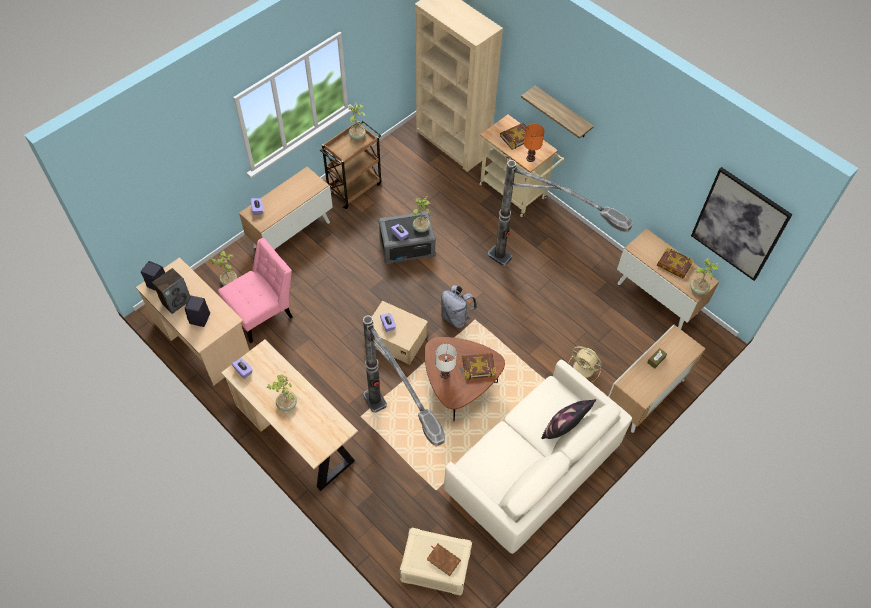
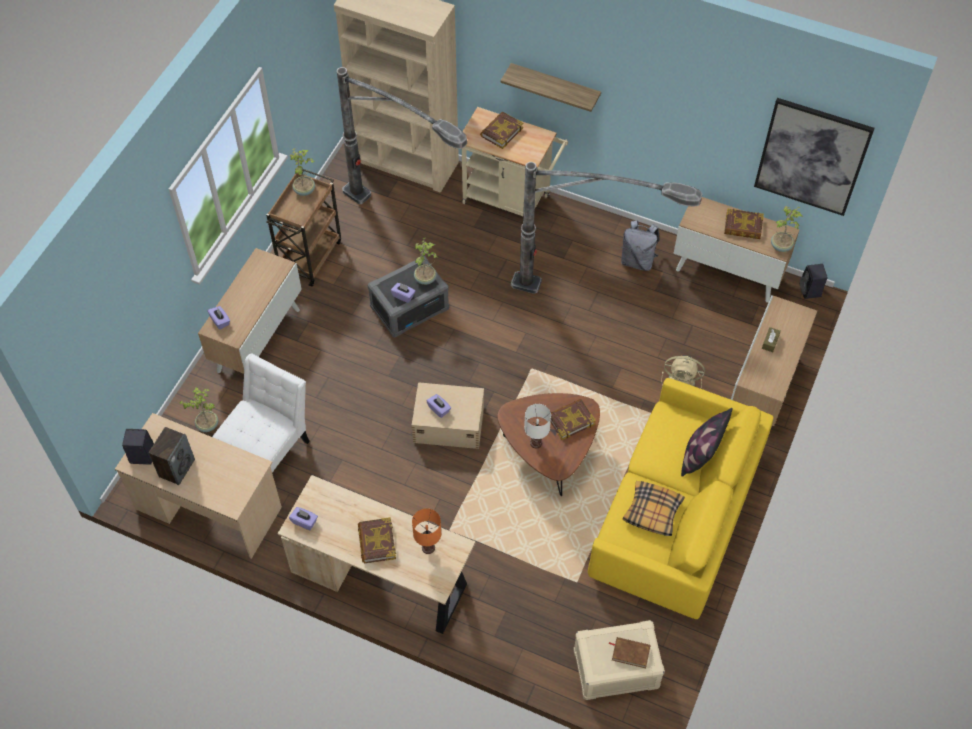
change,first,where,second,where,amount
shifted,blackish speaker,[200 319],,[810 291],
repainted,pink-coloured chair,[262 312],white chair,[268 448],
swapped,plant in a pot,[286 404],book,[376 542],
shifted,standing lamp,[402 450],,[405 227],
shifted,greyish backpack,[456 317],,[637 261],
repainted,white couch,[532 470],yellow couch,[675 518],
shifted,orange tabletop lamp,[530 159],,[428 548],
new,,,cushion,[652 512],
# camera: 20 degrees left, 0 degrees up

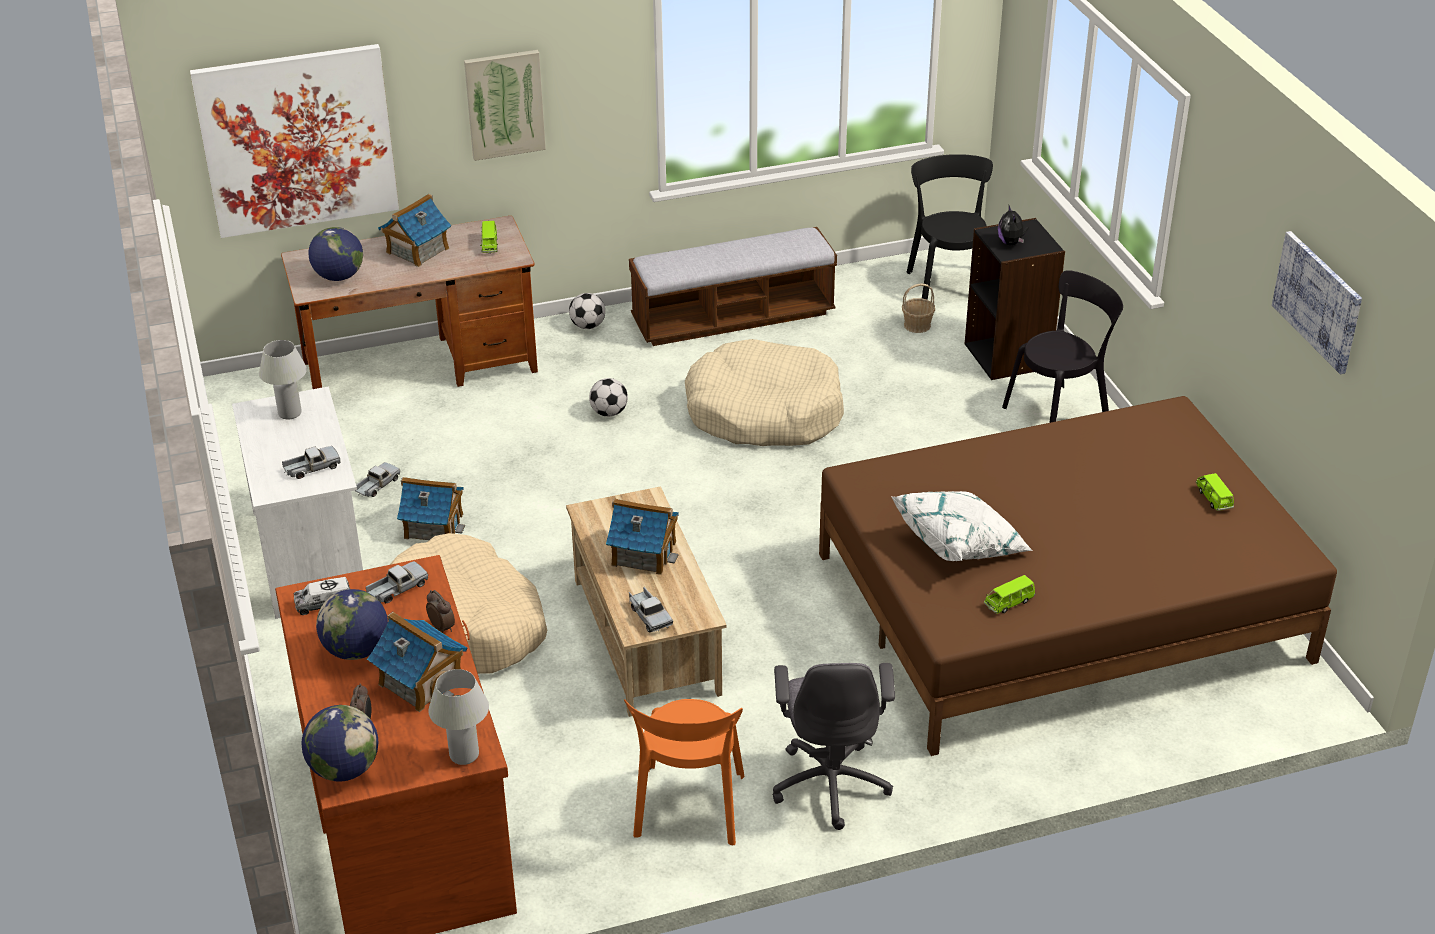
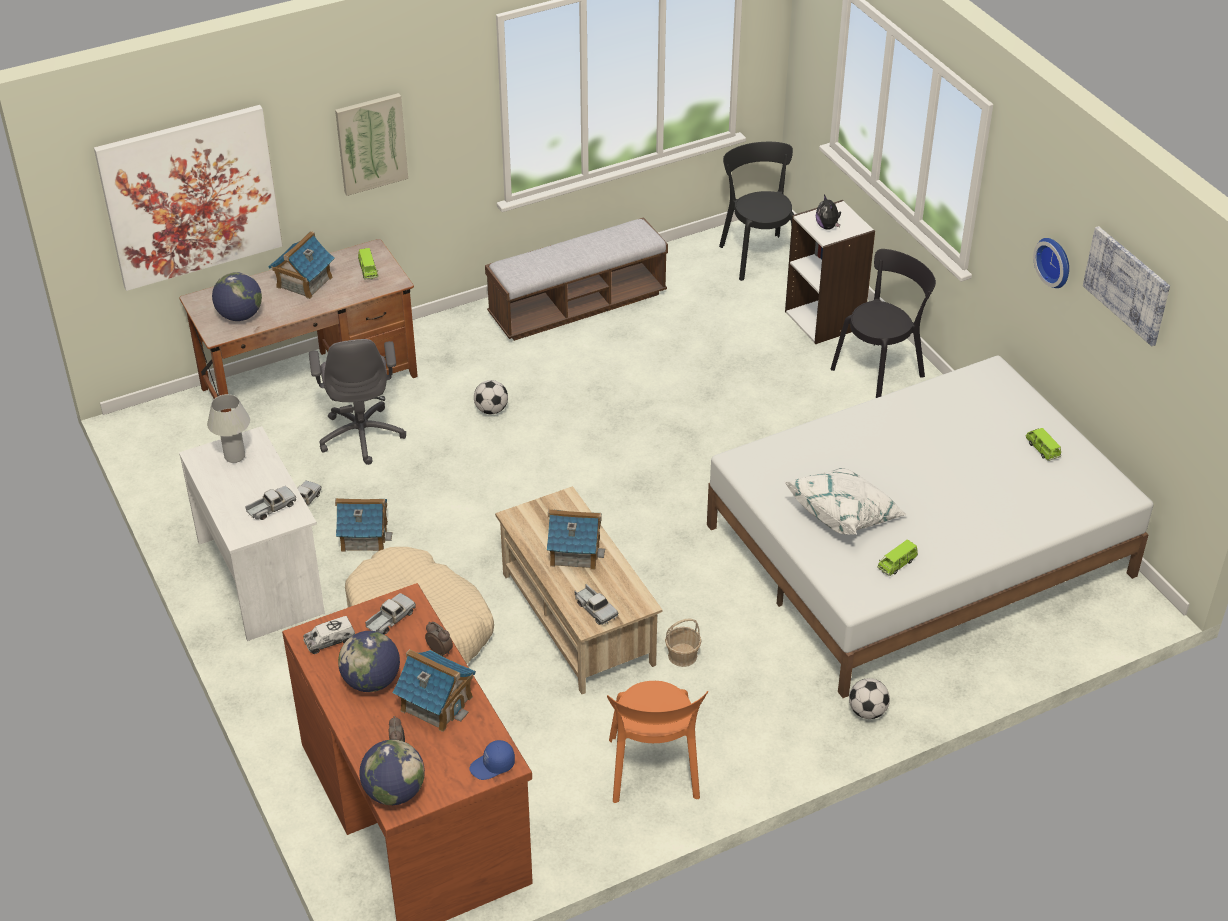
change,first,where,second,where,amount
swapped,white tabletop lamp,[464 755],bluish cap,[492 766],
shifted,football,[588 326],,[867 711],
gone,beige-coloured dog cushion,[764 412],,,
shifted,greyish desk chair,[831 783],,[362 435],
repainted,brown sleeping bed,[1060 607],white sleeping bed,[919 551],
shifted,household basket,[917 325],,[683 655],
repainted,blackish bookcase,[1008 356],white bookcase,[825 319],
new,,,clock on the wall,[1055 261],
# camera: 10 degrees left, 5 degrees up

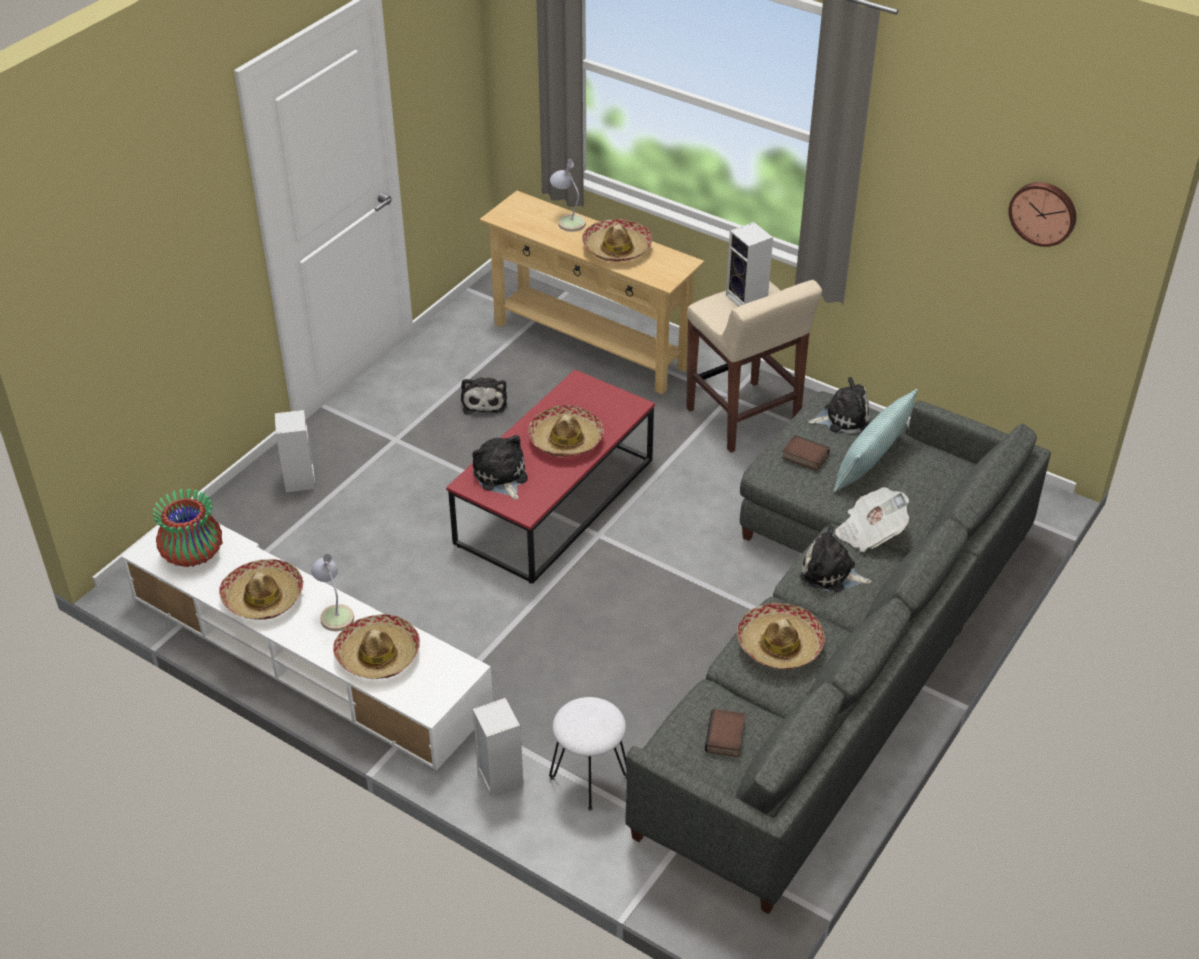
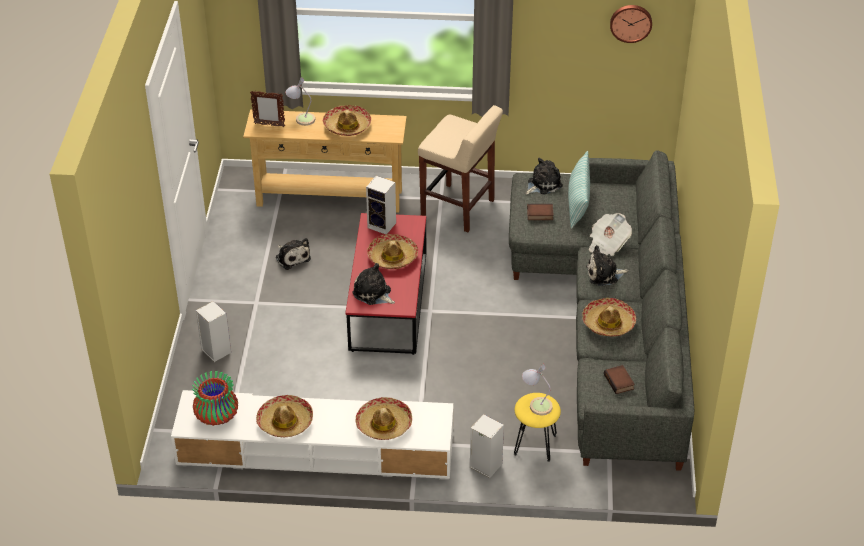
change,first,where,second,where,amount
shifted,tabletop lamp,[334 613],,[536 404],
repainted,white stool seat,[589 778],yellow stool seat,[535 445],
shifted,speaker,[748 299],,[383 225],
new,,,photo frame,[269 125],
# camera: 30 degrees left, 0 degrees up

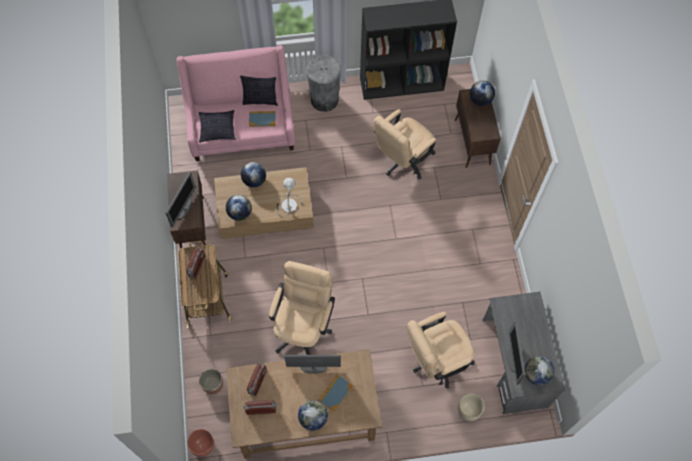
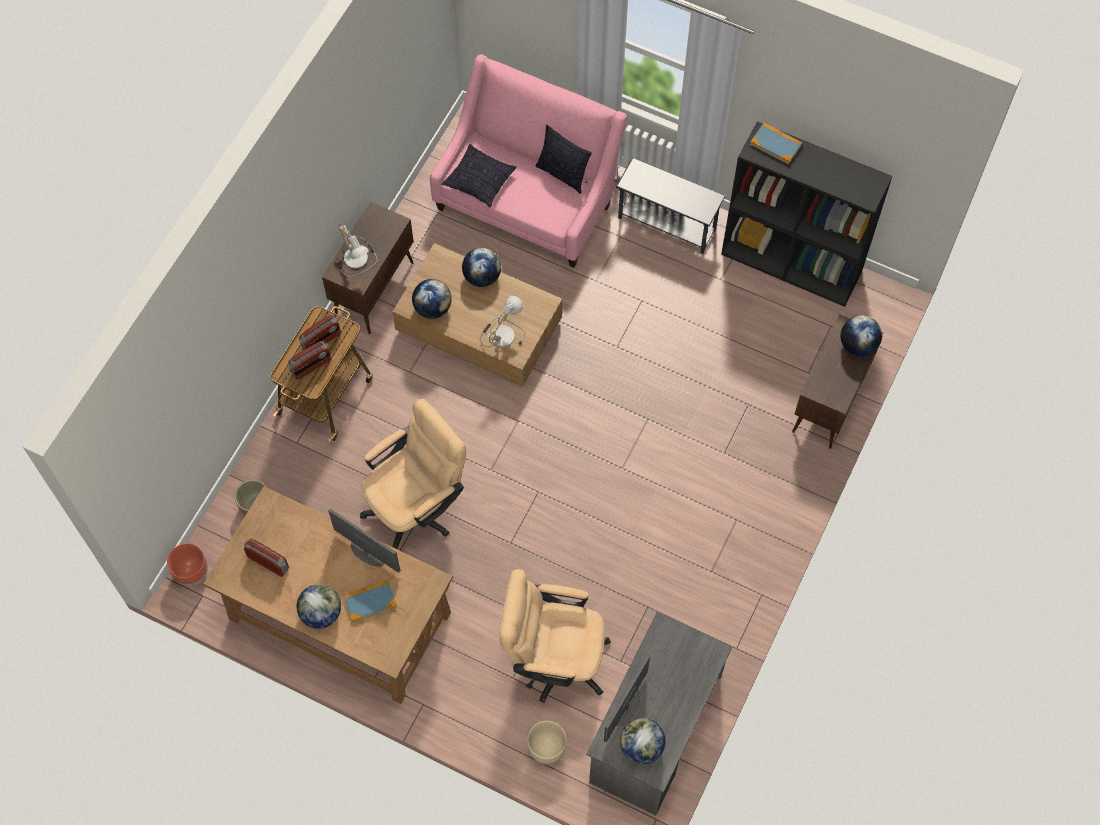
change,first,where,second,where,amount
swapped,computer screen,[183 208],tabletop lamp,[359 258],
shifted,radio,[258 382],,[311 366],
shifted,book,[262 119],,[775 144],
swapped,greyish rubbish bin,[324 99],greyish side table,[667 224],
gone,beige-coloured desk chair,[402 161],,,
# camera: 35 degrees right, 0 degrees up

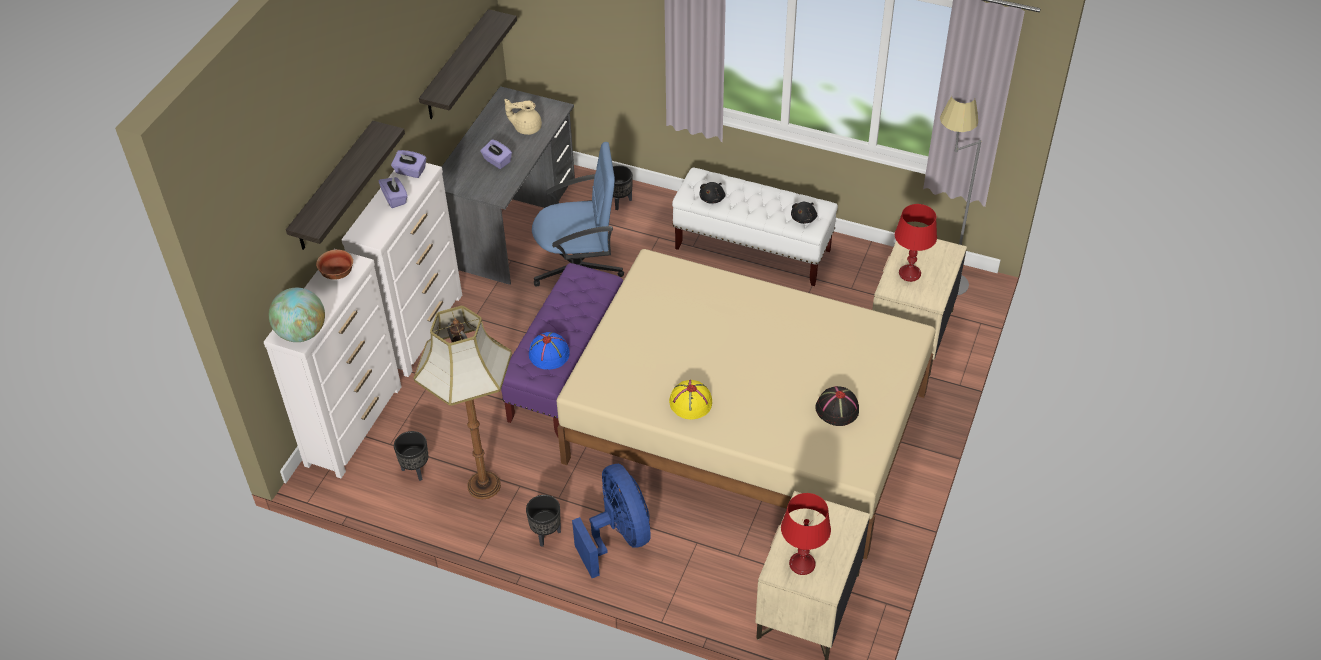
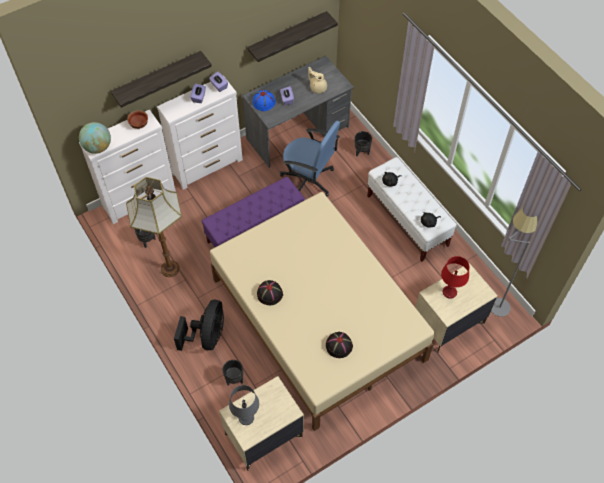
change,first,where,second,where,amount
shifted,blackish planter,[546 534],,[234 380],
shifted,bluish hat,[549 353],,[264 102],
repainted,bluish electric fan,[618 536],blackish electric fan,[207 336],
repainted,yellow hat,[690 402],blackish hat,[269 293],
repainted,red-coloured tabletop lamp,[802 564],greyish tabletop lamp,[246 417],
# camera: 35 degrees right, 10 degrees up

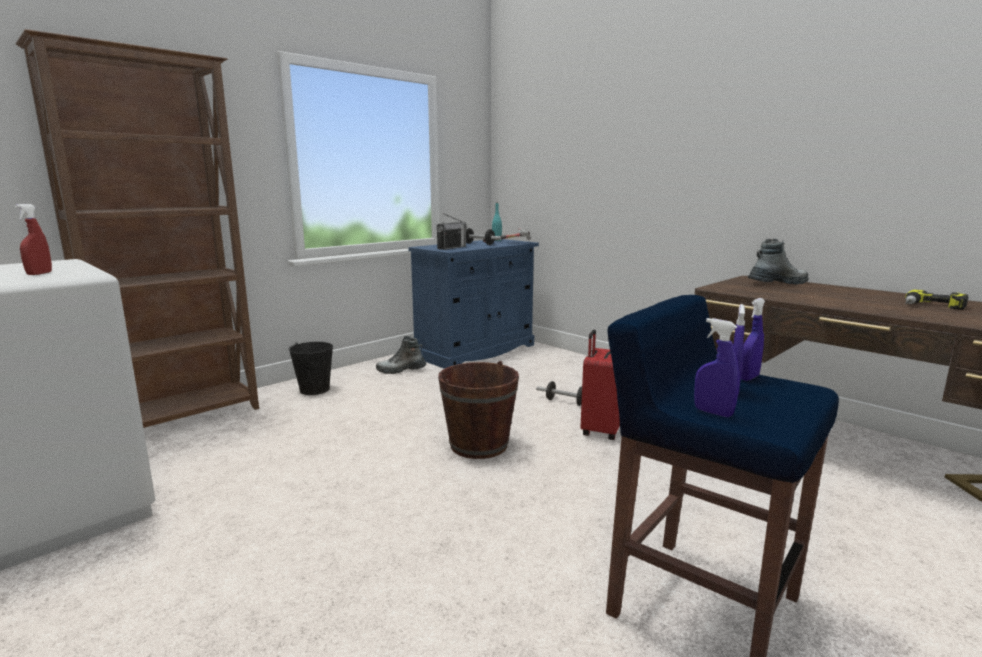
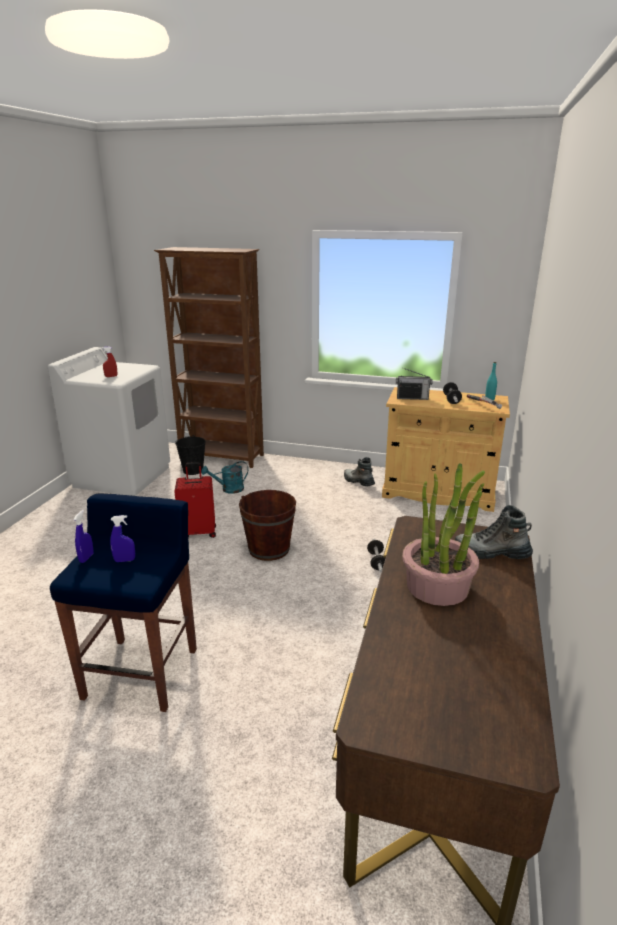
change,first,where,second,where,amount
shifted,blackish bucket,[314 389],,[193 470],
repainted,bluish cupboard,[476 351],beige-coloured cupboard,[438 493],
shifted,red-coloured piece of luggage,[600 430],,[198 532],
gone,bluish sprayer,[749 377],,,
rotated,tall boot,[777 283],,[491 553],150 degrees clockwise
gone,electric drill,[932 307],,,
new,,,turquoise-coloured sprinkling can,[228 489],
new,,,plant in a pot,[438 586],
# camera: 60 degrees right, 10 degrees up

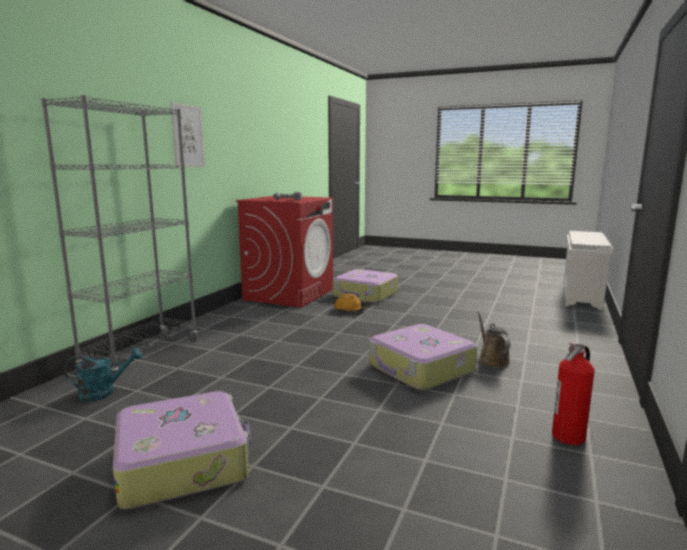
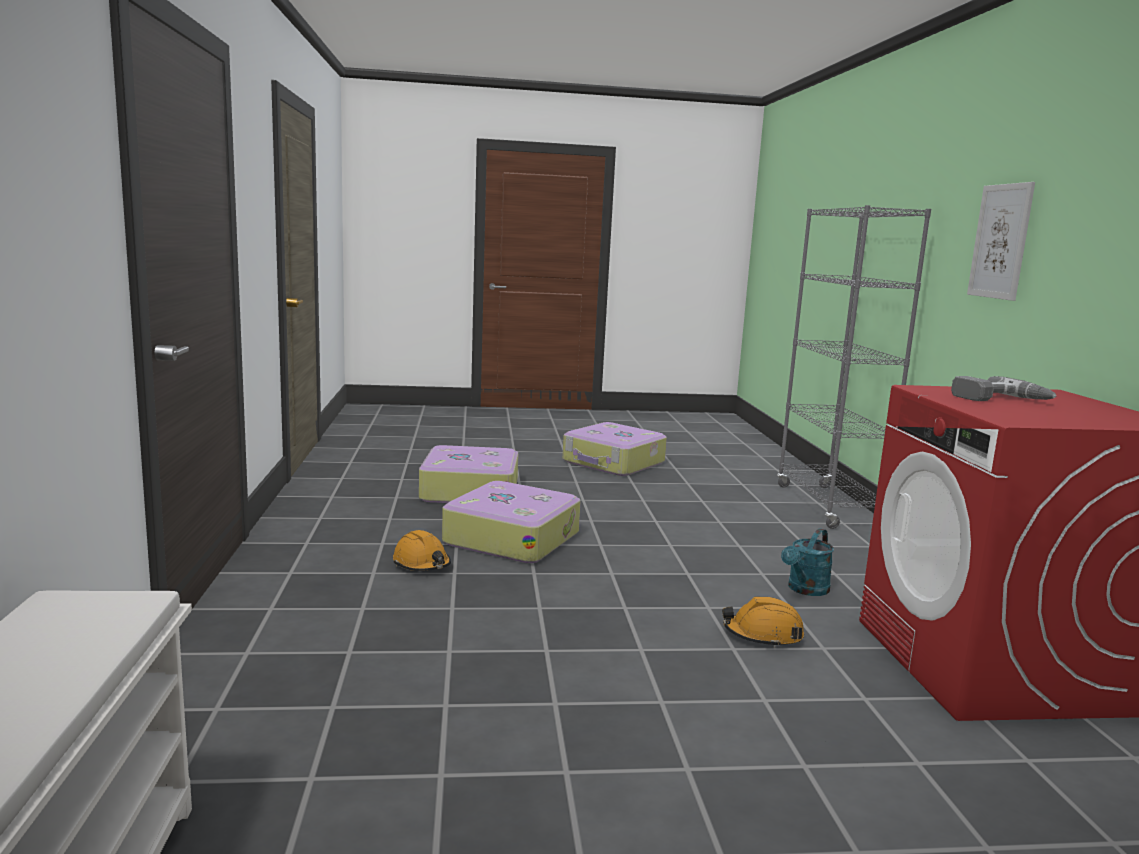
change,first,where,second,where,amount
shifted,turquoise-coloured sprinkling can,[104 392],,[805 590],
shifted,piece of luggage,[365 295],,[469 490],
swapped,brown sprinkling can,[492 360],orange safety helmet,[422 564],
gone,extinguisher,[569 437],,,
# camera: 150 degrees right, 0 degrees up

